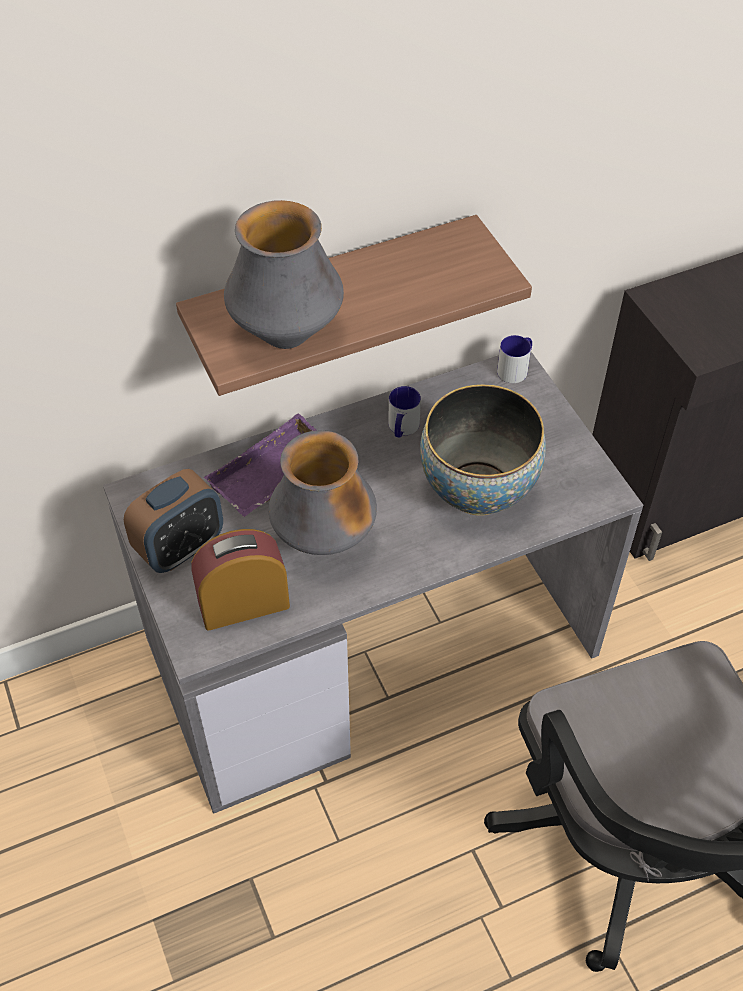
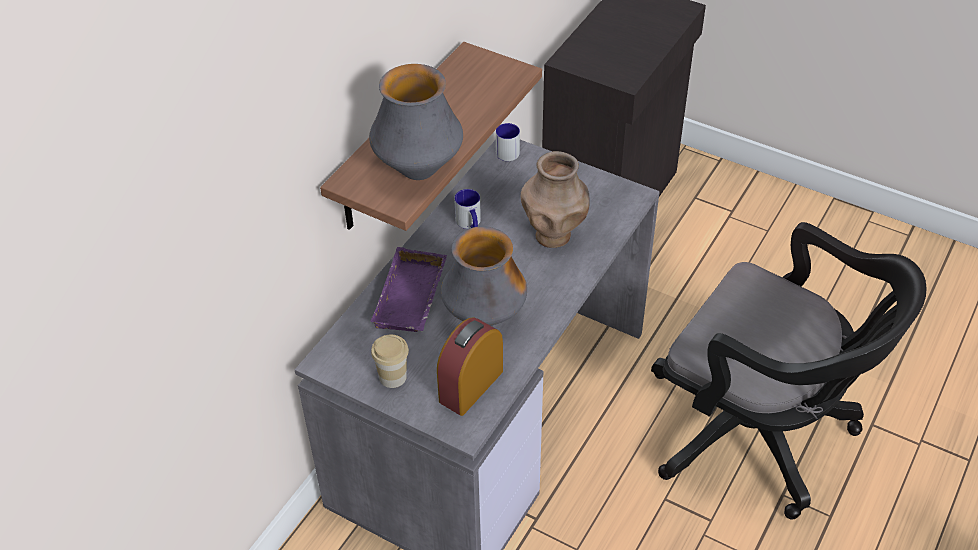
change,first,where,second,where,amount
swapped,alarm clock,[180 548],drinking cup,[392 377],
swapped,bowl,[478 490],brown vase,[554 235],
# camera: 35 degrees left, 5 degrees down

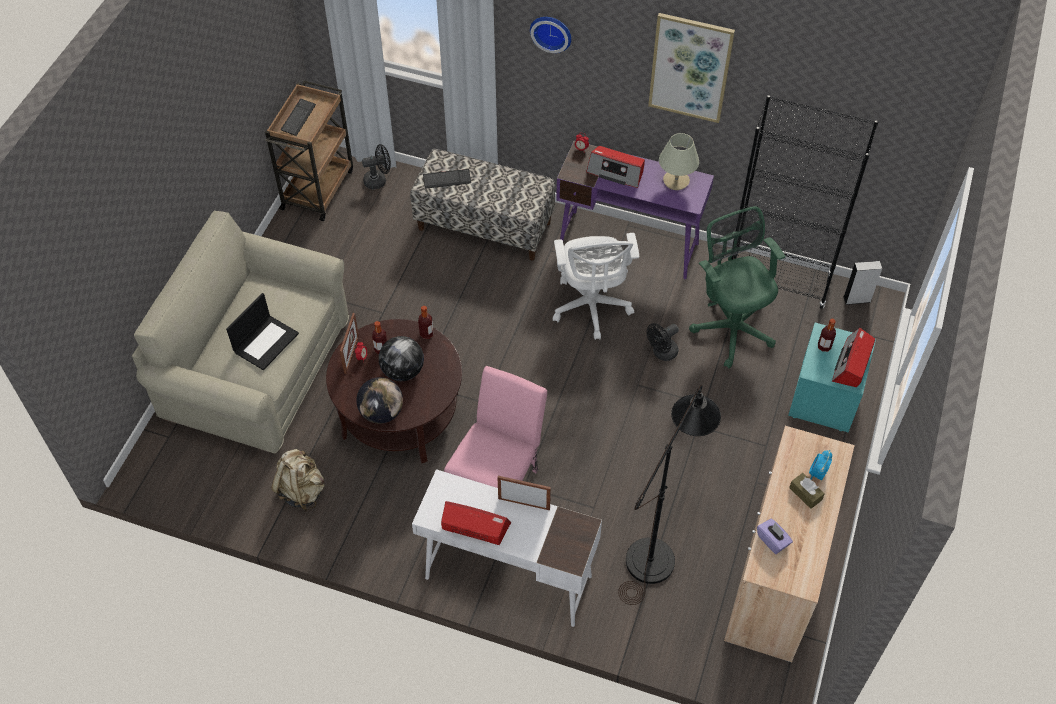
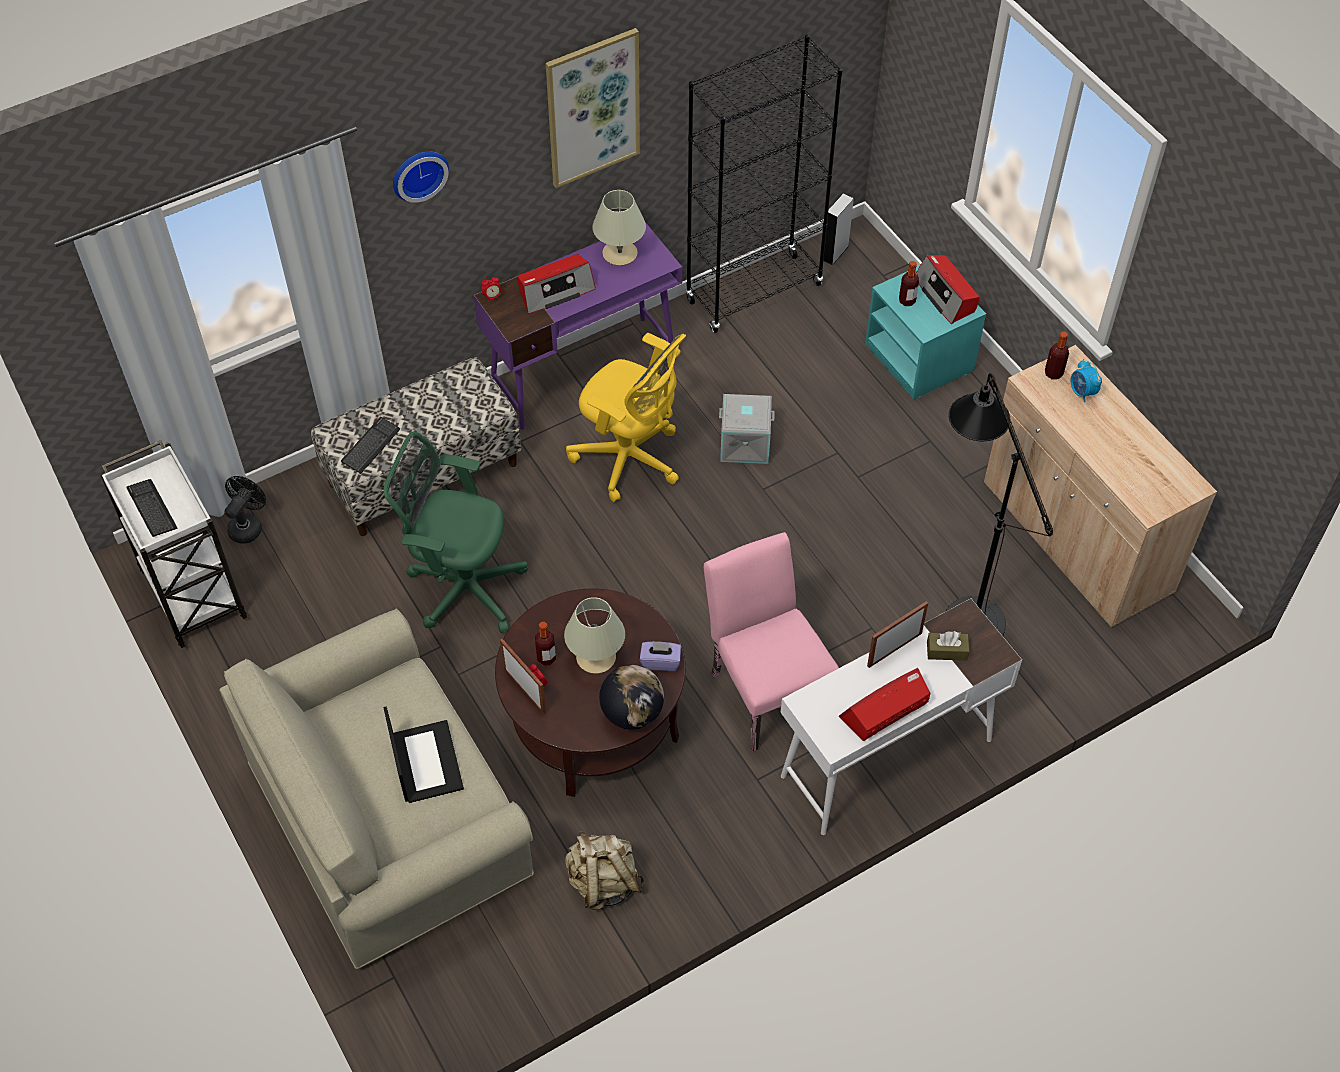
change,first,where,second,where,amount
repainted,brown wheeled cart,[318 188],white wheeled cart,[191 590],
swapped,globe,[403 371],beige-coloured tabletop lamp,[596 657],
shifted,drink bottle,[426 334],,[1053 373],
repainted,white desk chair,[591 308],yellow desk chair,[630 459],
swapped,blackish electric fan,[662 353],greyish storage container,[745 443],
shifted,greenish desk chair,[731 326],,[462 586],
shifted,purple tissue box,[772 541],,[660 662],
shifted,brown tissue box,[805 494],,[946 651],
# camera: 50 degrees left, 0 degrees up

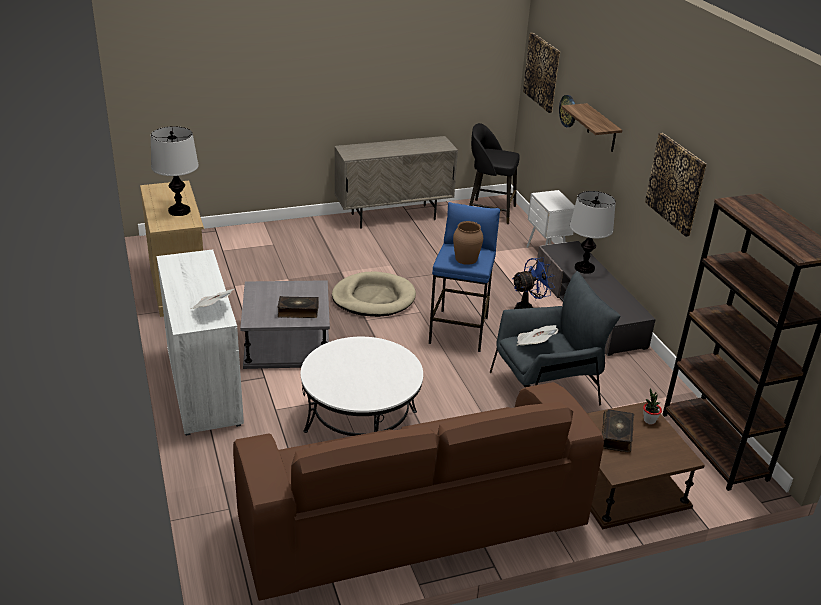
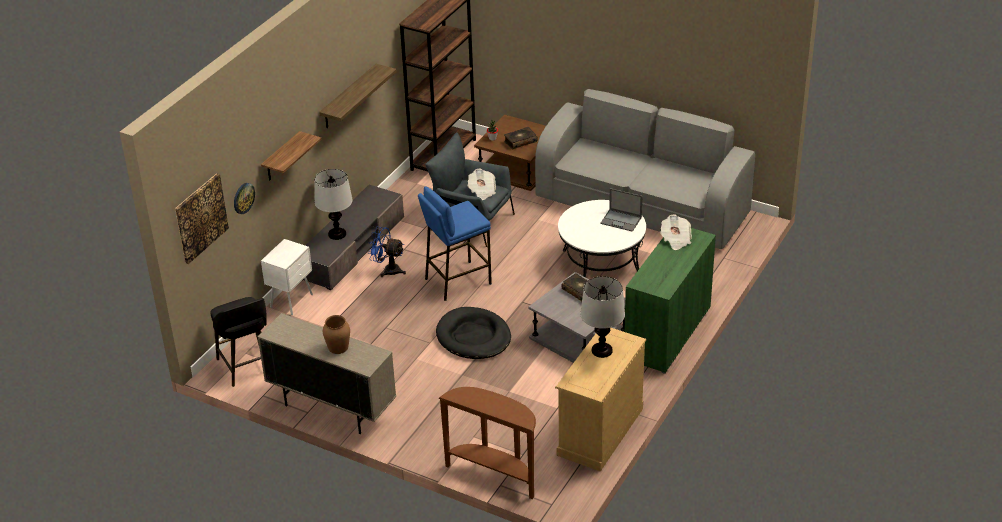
change,first,where,second,where,amount
repainted,white cupboard,[204 386],greenish cupboard,[667 333],
repainted,brown couch,[411 523],greyish couch,[642 205],
repainted,beige-coloured dog cushion,[373 298],blackish dog cushion,[473 337],
shifted,brown vase,[466 259],,[338 347],
swapped,wall art,[676 183],bracket shelf,[349 97],
new,,,brown narrow table,[494 474],
new,,,laptop,[621 220],
# camera: 130 degrees left, 5 degrees up

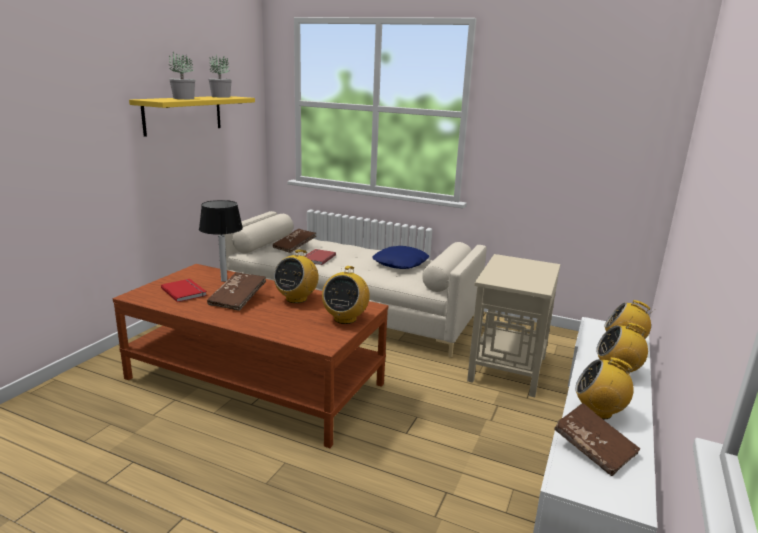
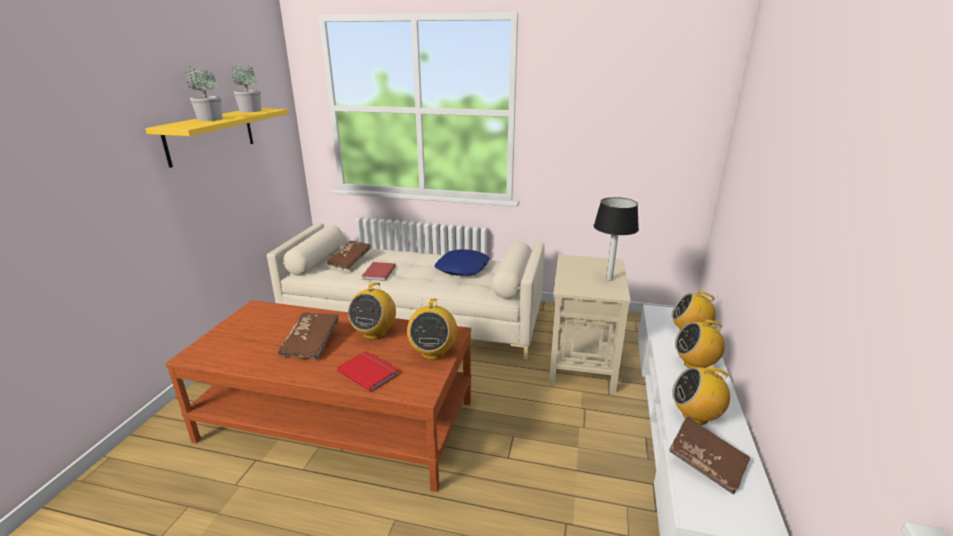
change,first,where,second,where,amount
shifted,red-coloured book,[185 291],,[369 372],
shifted,tabletop lamp,[223 280],,[609 279],
# camera: 10 degrees left, 5 degrees up

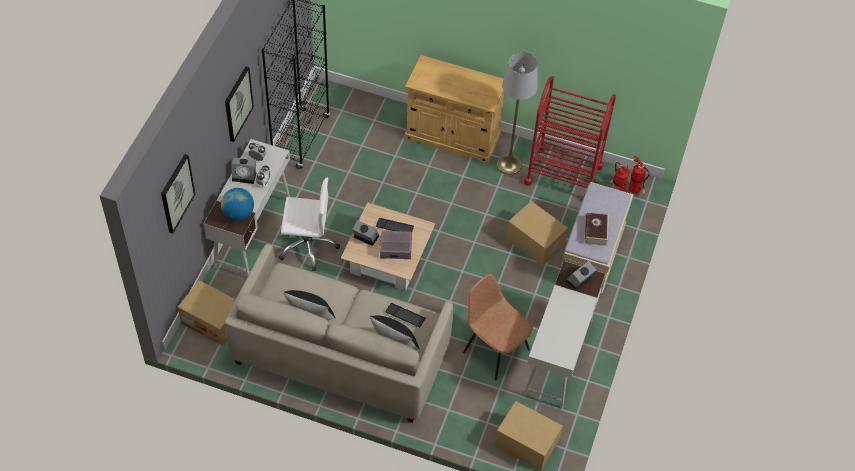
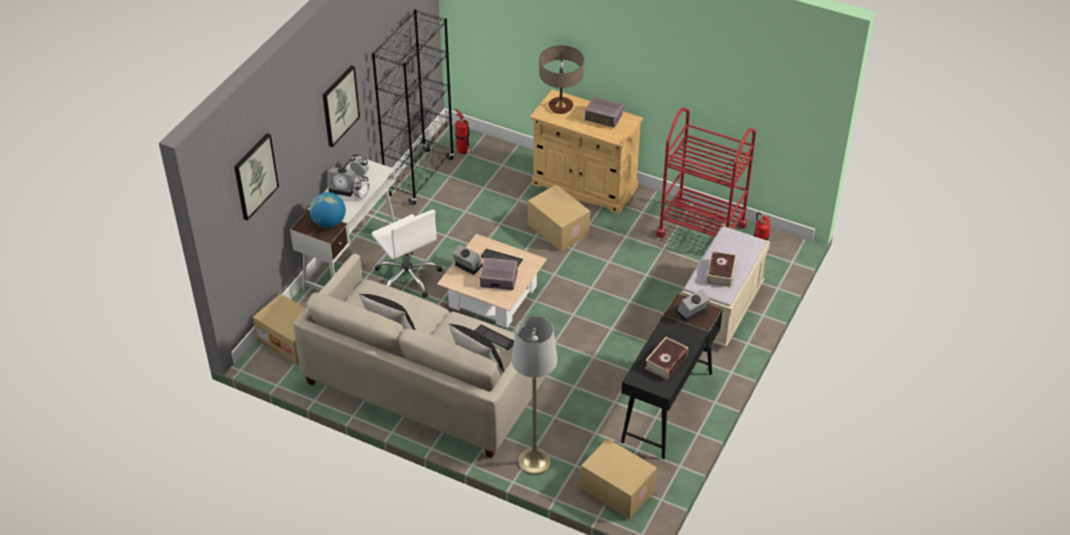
change,first,where,second,where,amount
rotated,white desk chair,[308 245],,[408 277],45 degrees clockwise
gone,brown chair,[495 349],,,
shifted,greyish standing lamp,[509 164],,[534 461],
shifted,cardboard box,[534 242],,[557 229],
repainted,white desk unit,[558 357],blackish desk unit,[667 407],
shifted,extinguisher,[635 191],,[464 152],
new,,,tabletop lamp,[560 107],
new,,,radio,[603 118],
new,,,book,[666 362],
# camera: 10 degrees right, 10 degrees down

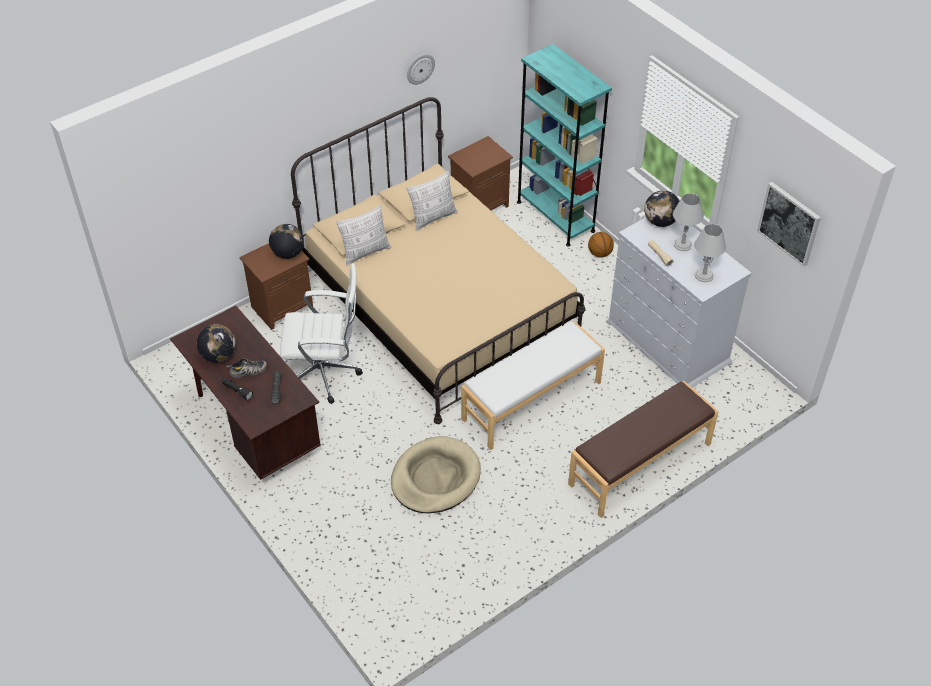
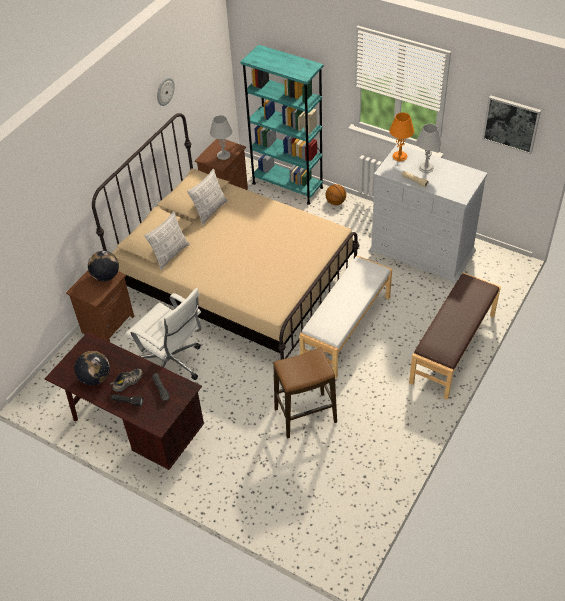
change,first,where,second,where,amount
rotated,white desk chair,[326 374],,[173 365],60 degrees clockwise
swapped,beige-coloured dog cushion,[435 478],stool seat,[305 416],
swapped,globe,[660 222],orange tabletop lamp,[399 156],
shifted,greyish tabletop lamp,[703 275],,[223 155],
# camera: 20 degrees left, 0 degrees up

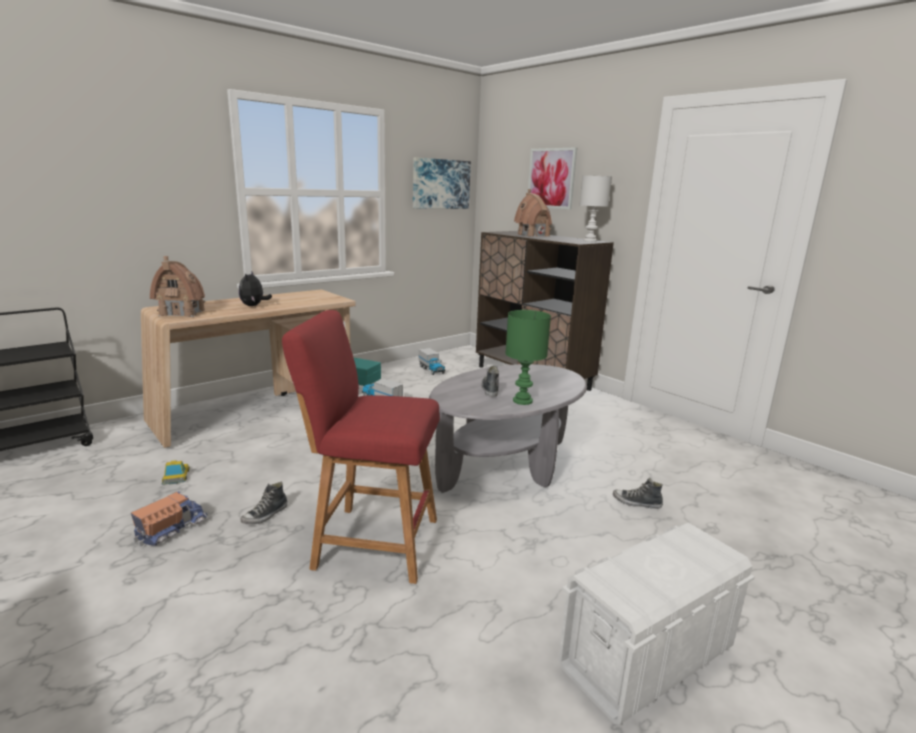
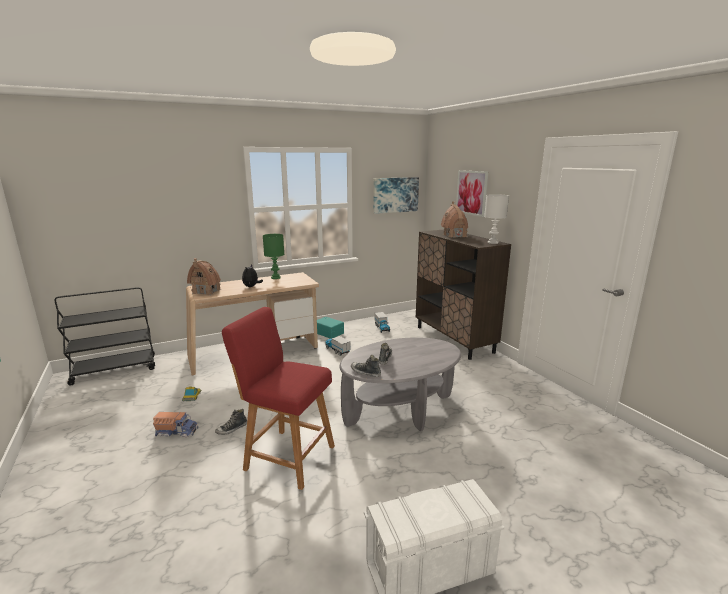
change,first,where,second,where,amount
rotated,toy lorry,[170 529],,[176 431],45 degrees clockwise
shifted,greenish tabletop lamp,[522 401],,[275 277],
shifted,item of footwear,[636 503],,[365 372],
# camera: 15 degrees right, 0 degrees up

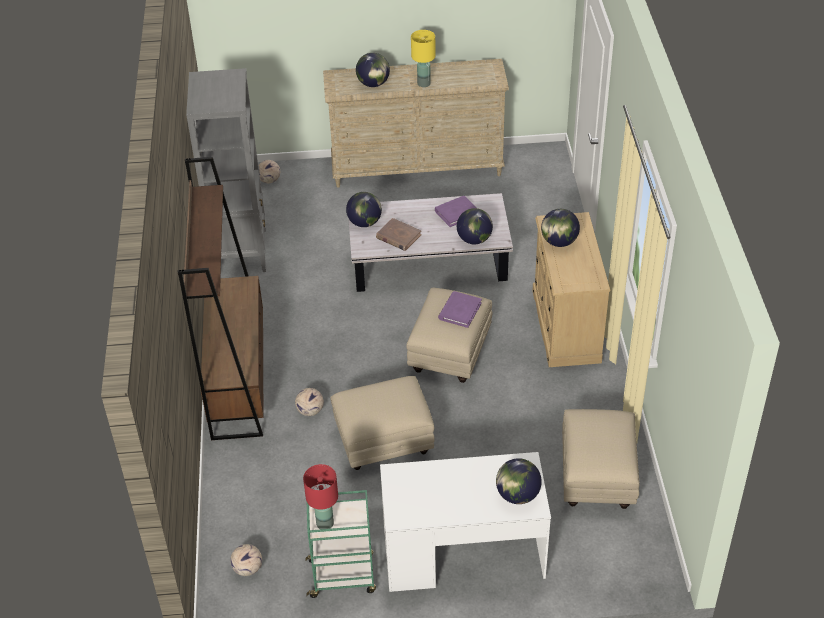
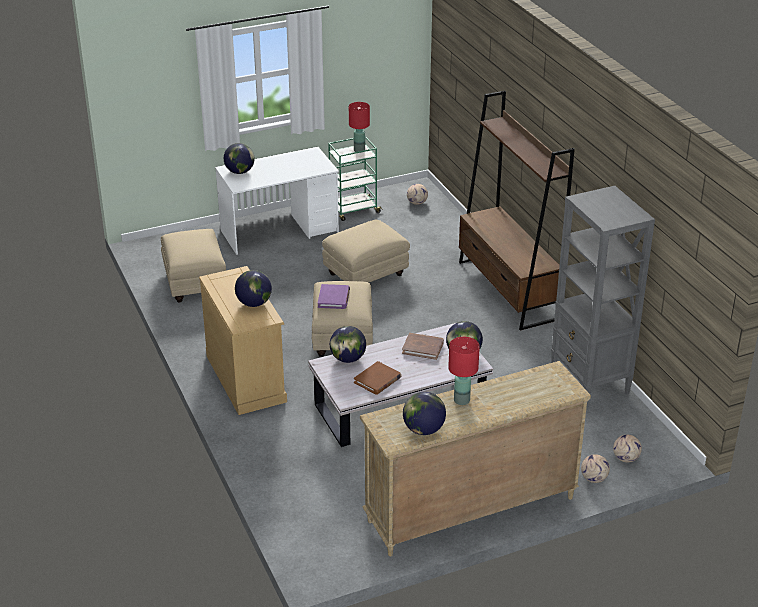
change,first,where,second,where,amount
shifted,football,[310 411],,[594 478],
shifted,globe,[373 84],,[423 429],
repainted,yellow tabletop lamp,[424 83],red-coloured tabletop lamp,[461 400],
repainted,purple book,[456 213],brown book,[377 380],
# camera: 160 degrees right, 10 degrees down

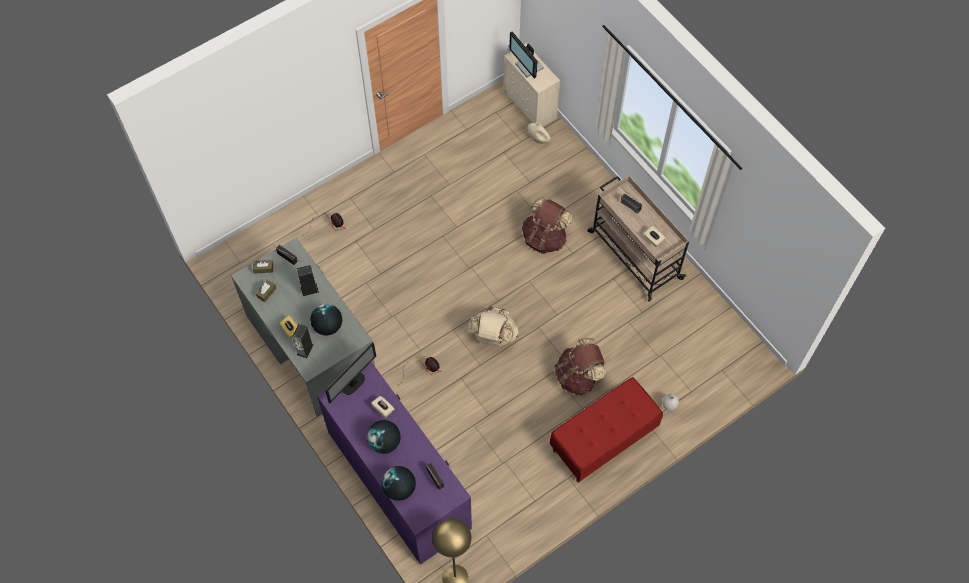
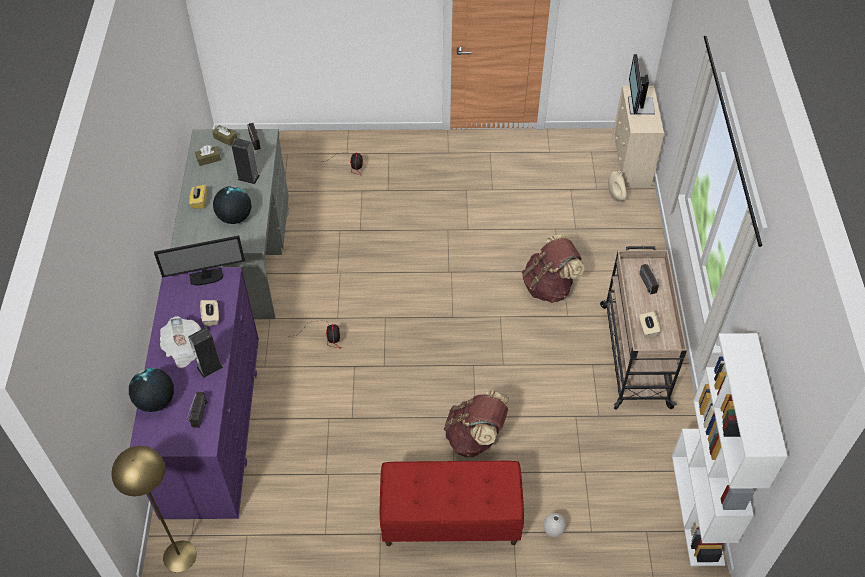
change,first,where,second,where,amount
shifted,speaker,[305 349],,[210 367],
swapped,globe,[385 442],newspaper,[183 349],
gone,beige-coloured backpack,[492 336],,,
new,,,white bookcase,[698 509],
# camera: 35 degrees right, 10 degrees down

